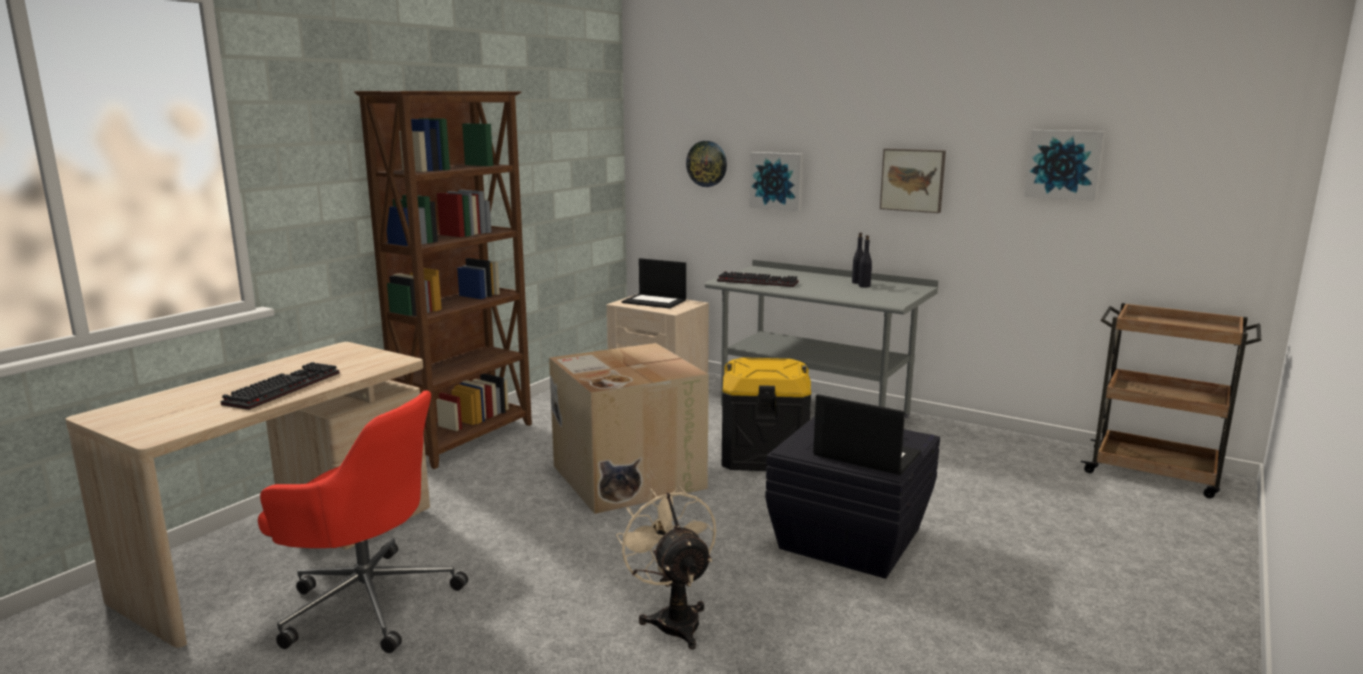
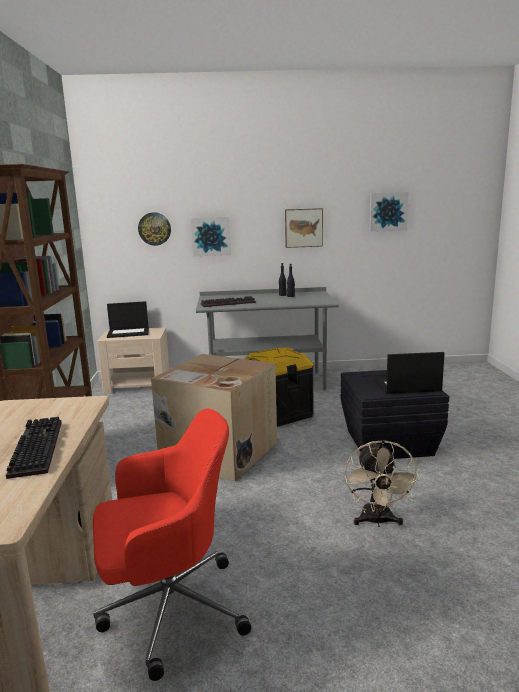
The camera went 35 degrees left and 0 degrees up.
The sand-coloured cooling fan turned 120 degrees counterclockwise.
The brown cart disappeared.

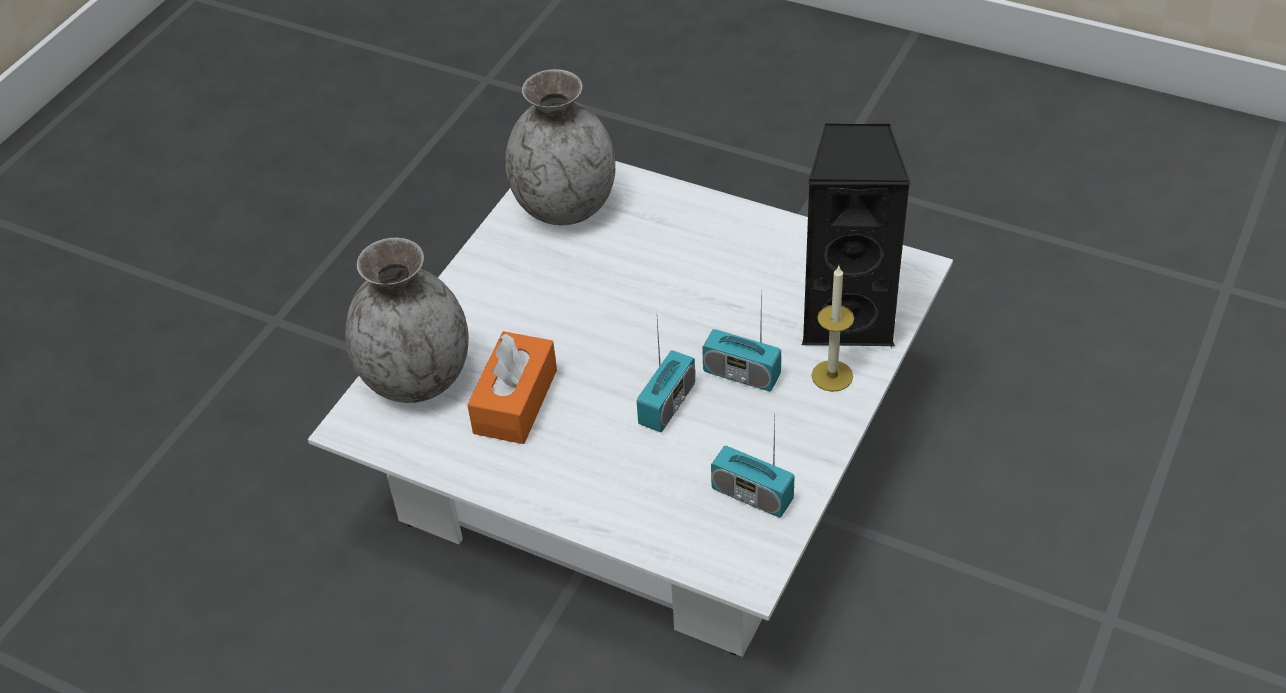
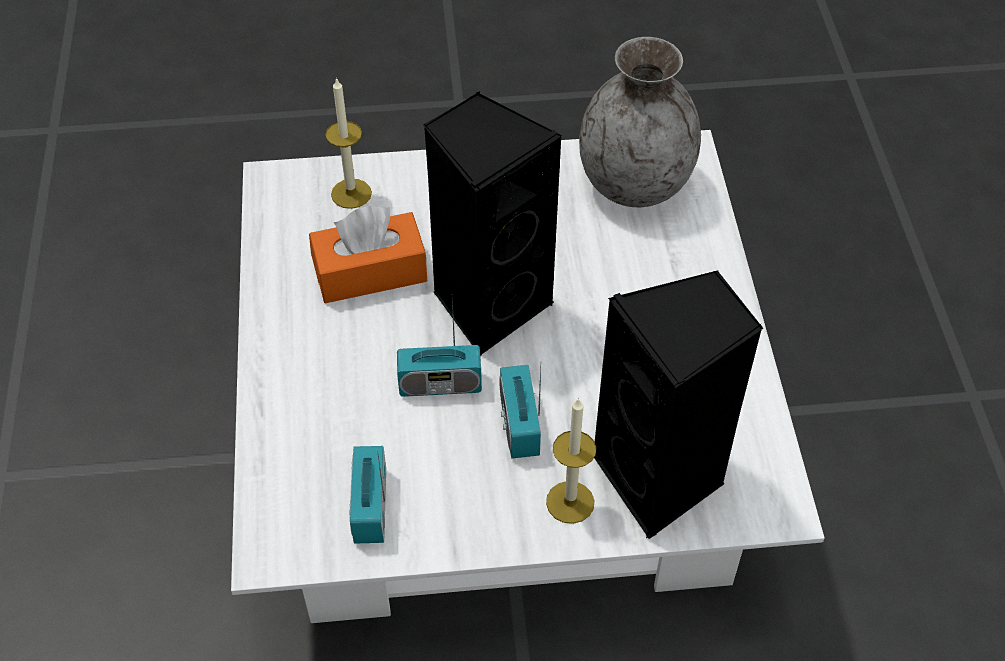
The camera went 55 degrees right and 5 degrees up.
The gray decorative vase (no. 1 from left) was replaced by the candle (no. 1 from left).
The blackish speaker (no. 1 from left) appeared.

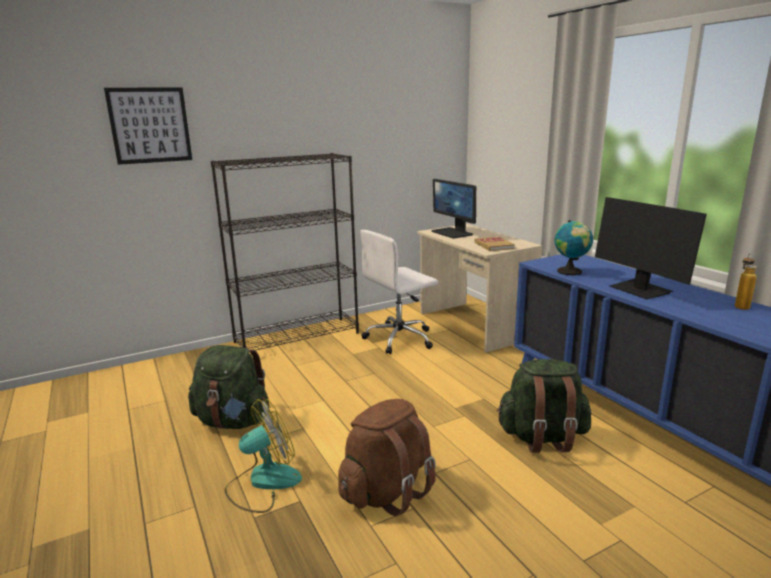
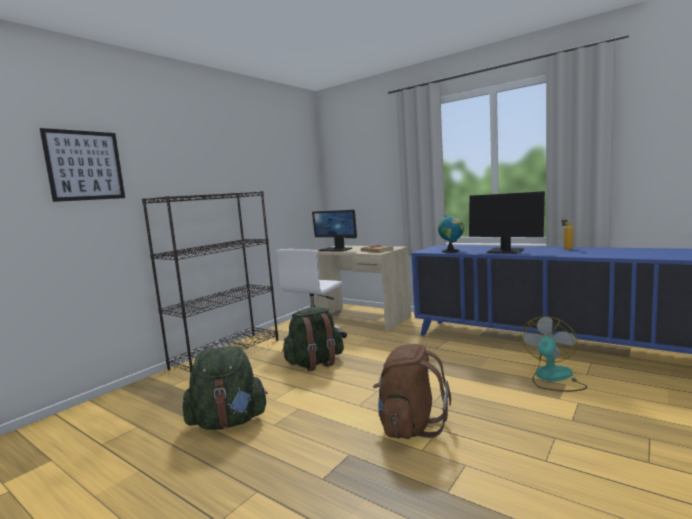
The camera went 25 degrees left and 10 degrees down.
The green-coloured rucksack (no. 2 from left) moved.
The cooling fan moved.

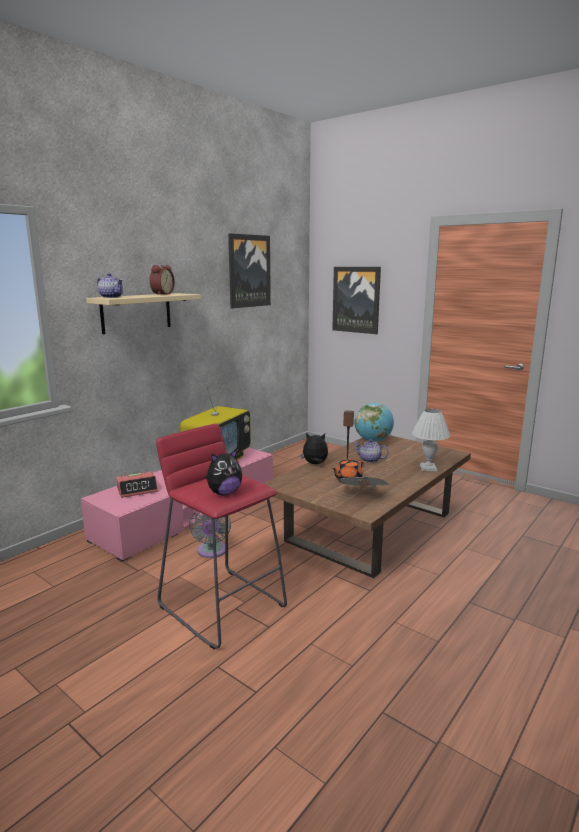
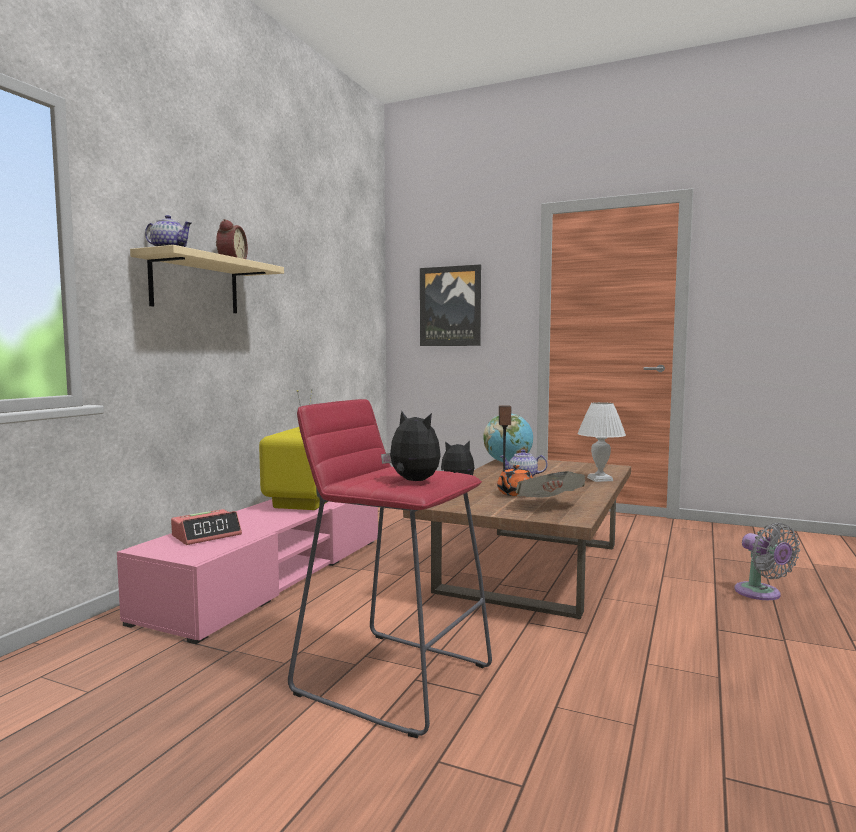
The camera went 15 degrees left and 10 degrees down.
The cuddly toy (no. 1 from left) turned 90 degrees counterclockwise.
The gray cooling fan moved.
The wall picture (no. 1 from left) disappeared.

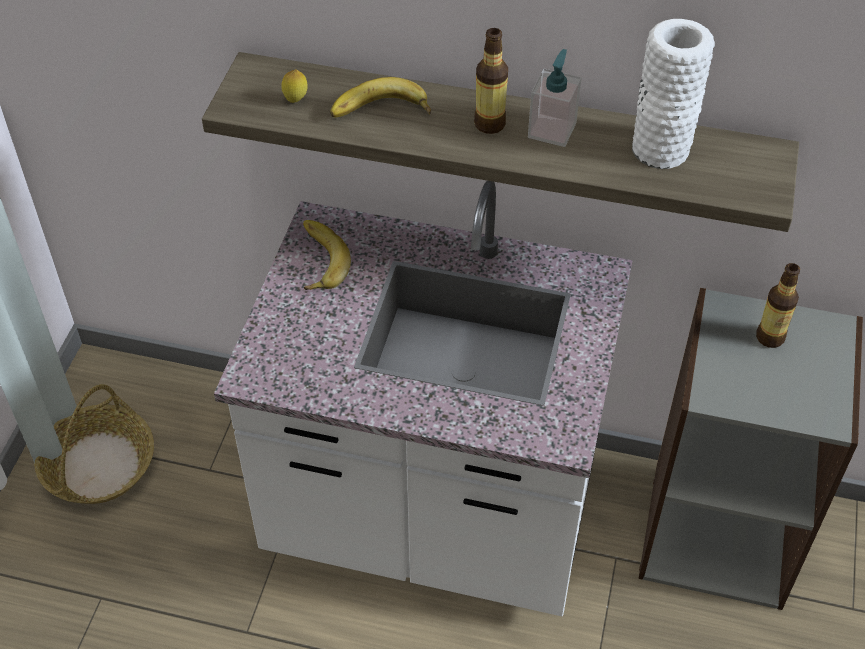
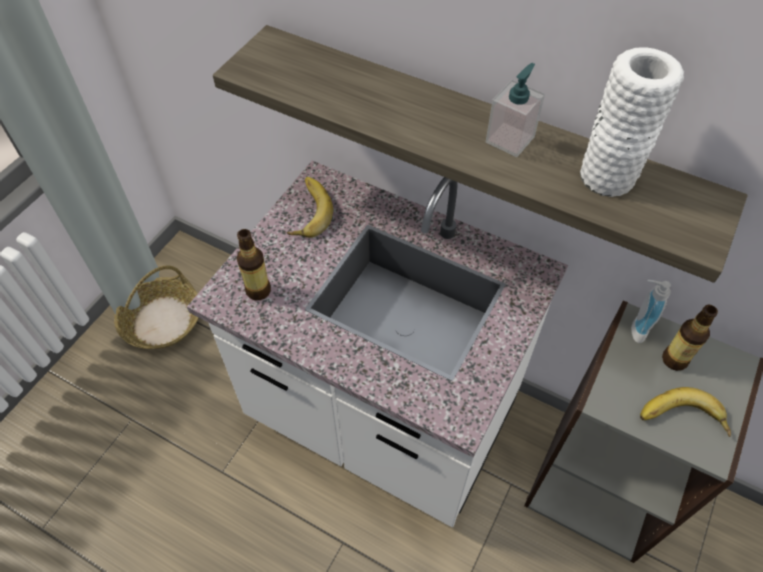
The camera went 15 degrees right and 5 degrees up.
The beverage bottle (no. 1 from left) moved.
The soap bottle (no. 2 from left) appeared.
The banana (no. 2 from left) moved.
The lemon disappeared.

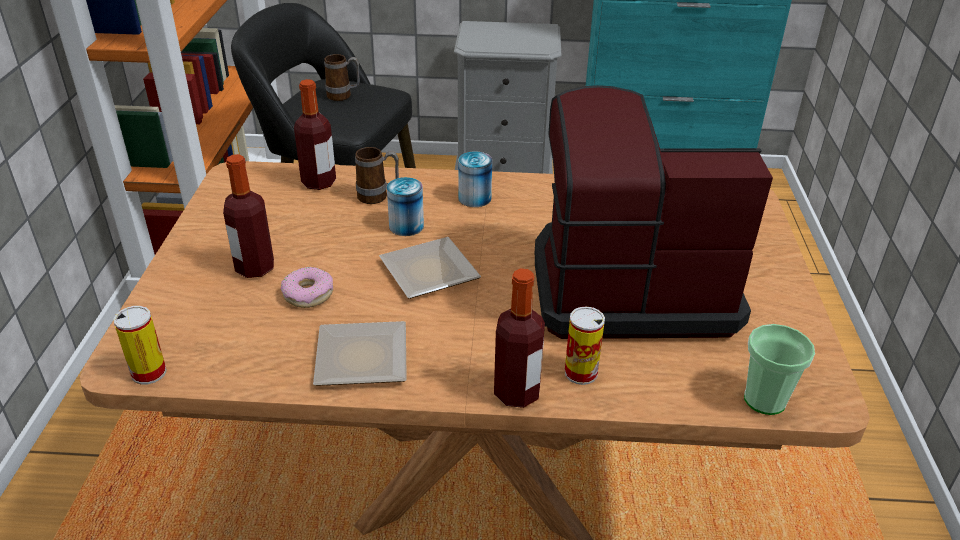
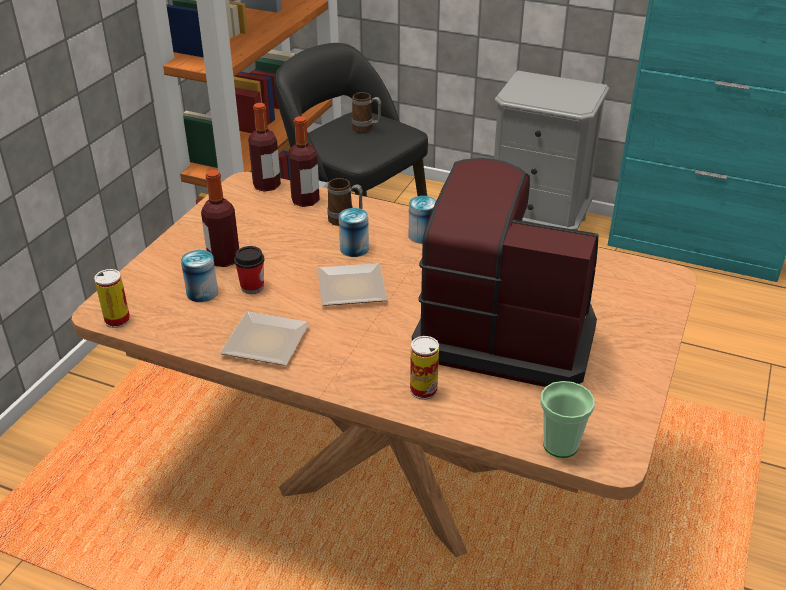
The camera went 20 degrees right and 0 degrees up.
The sealed can (no. 2 from left) appeared.
The doughnut was replaced by the small cup (no. 1 from left).
The beverage bottle (no. 3 from left in the first image) moved.

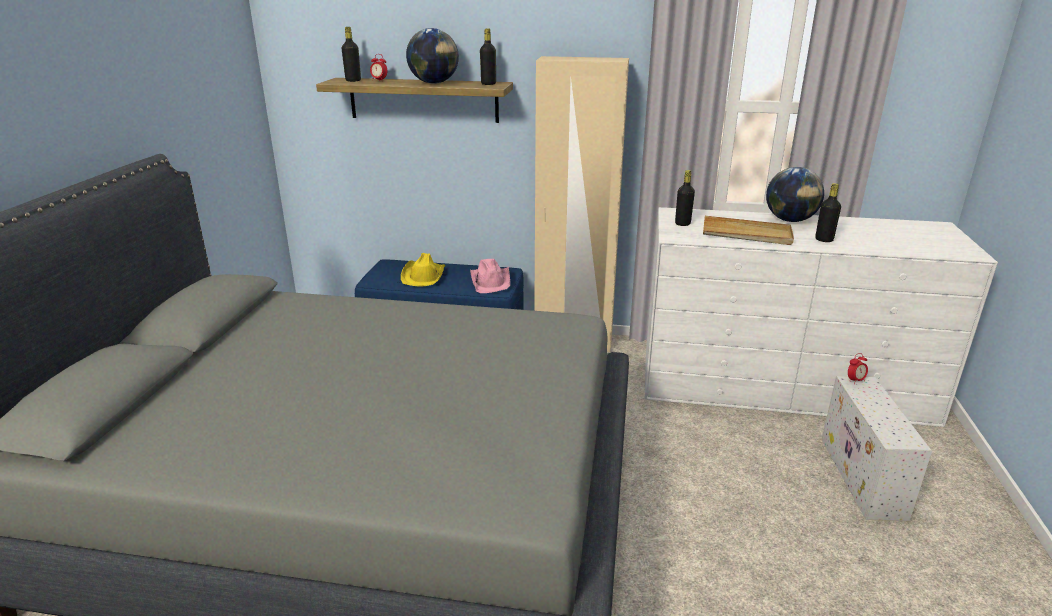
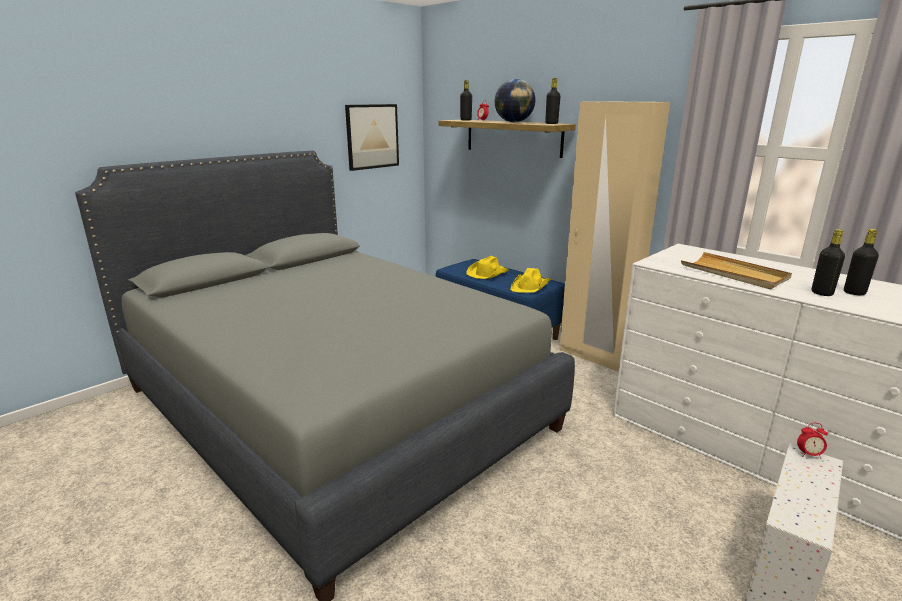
The camera went 35 degrees right and 5 degrees down.
The wall picture appeared.
The pink wearable hat became the yellowish wearable hat (no. 2 from left).
The blackish beverage bottle (no. 3 from left in the first image) moved.
The globe (no. 2 from left) disappeared.

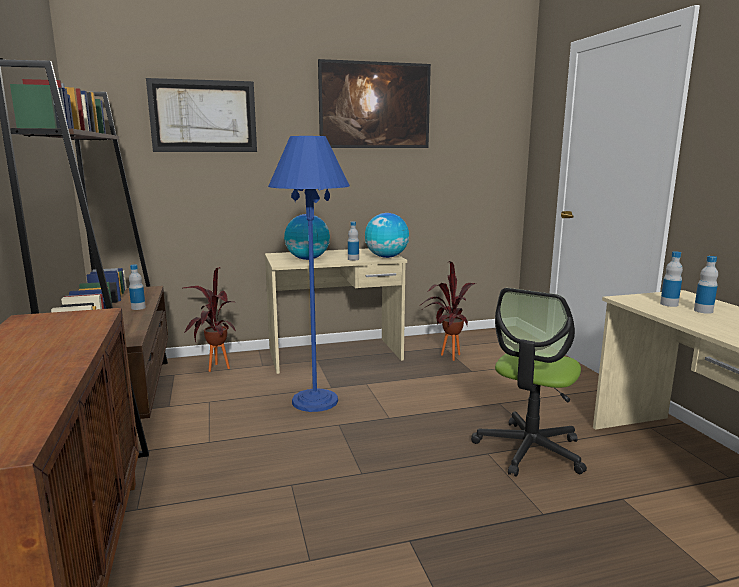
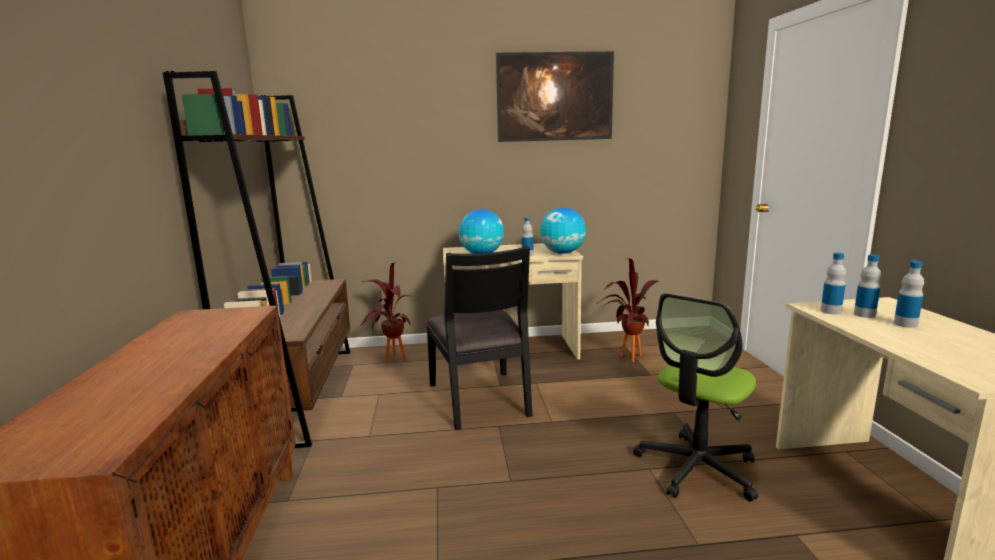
The camera went 10 degrees right and 0 degrees up.
The blue standard lamp was replaced by the blackish upright chair.
The beverage bottle (no. 1 from left in the first image) moved.
The wall picture (no. 1 from left) disappeared.

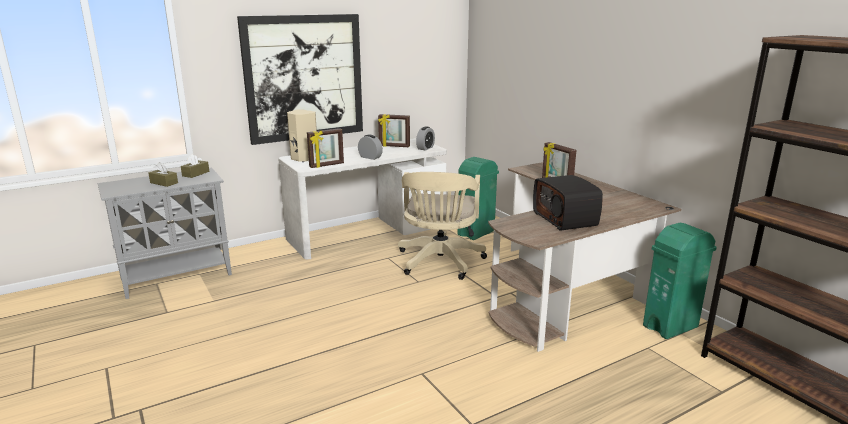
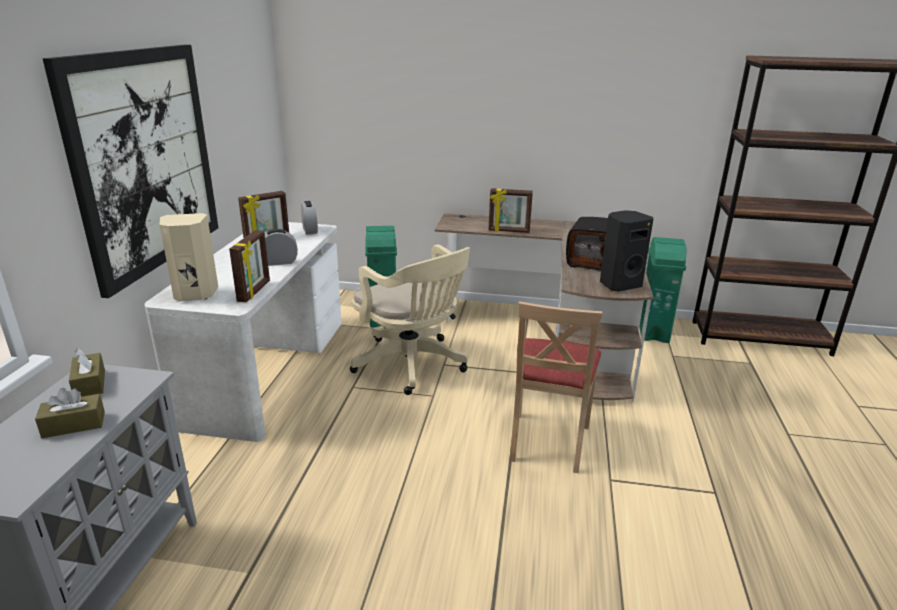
The camera went 50 degrees left and 5 degrees up.
The sand-coloured upright chair appeared.
The blackish speaker appeared.

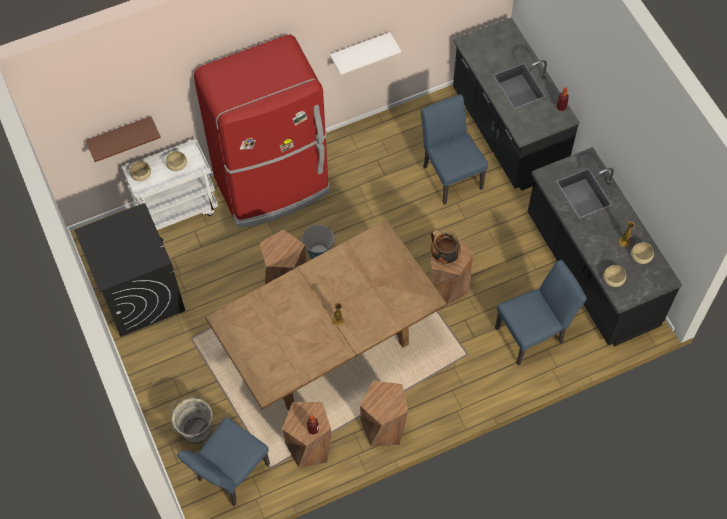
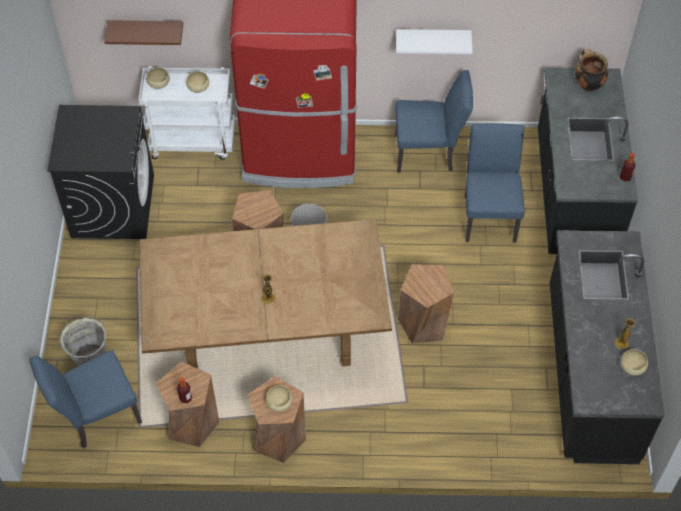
The camera went 25 degrees right and 5 degrees down.
The sand-coloured bowl (no. 3 from left) moved.
The blue upright chair (no. 3 from left in the first image) moved.
The saucepot moved.

